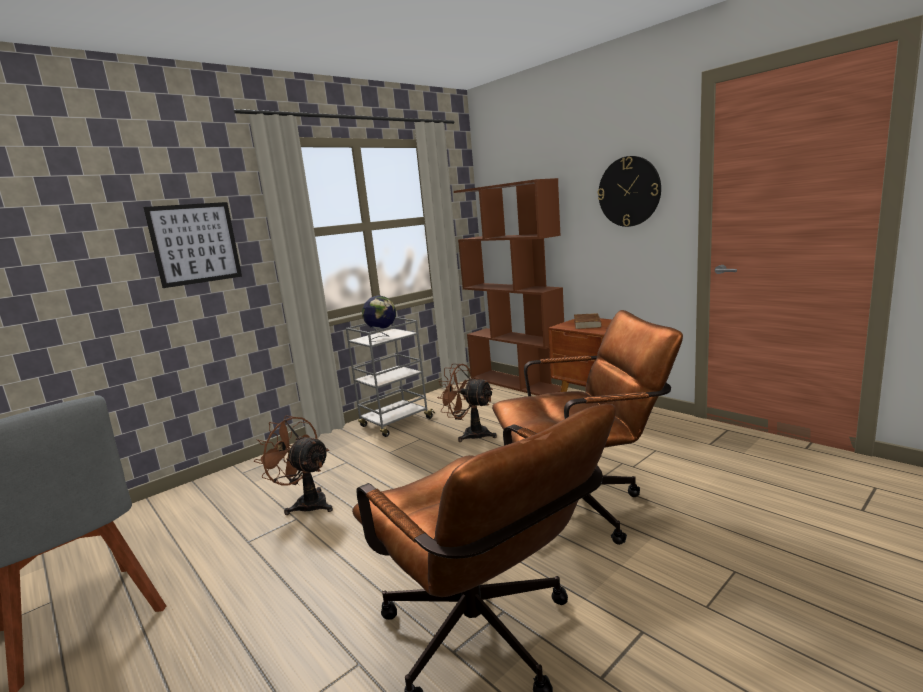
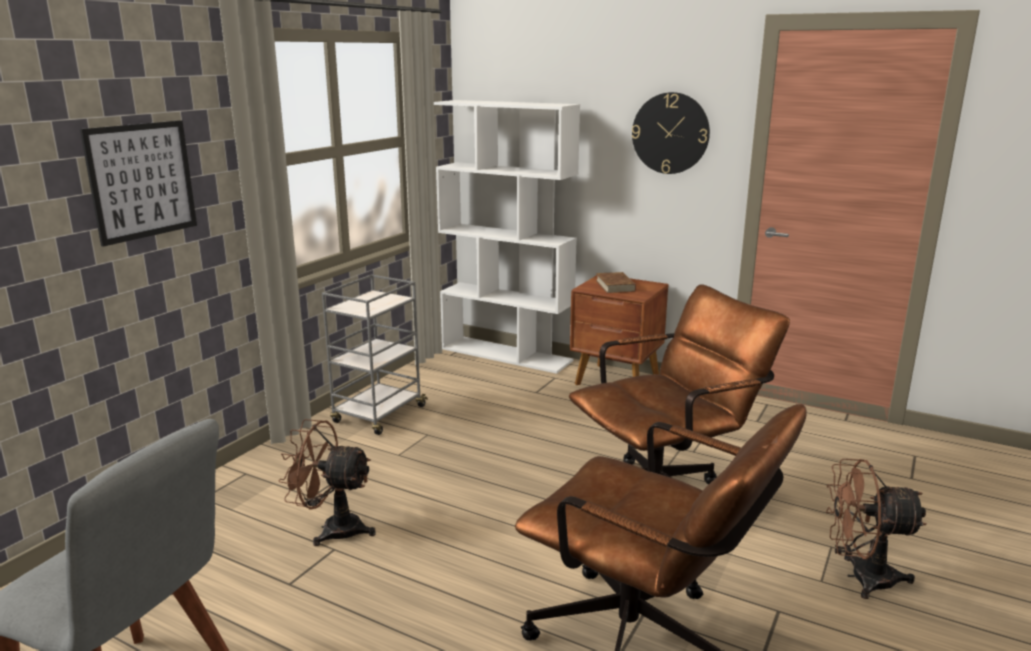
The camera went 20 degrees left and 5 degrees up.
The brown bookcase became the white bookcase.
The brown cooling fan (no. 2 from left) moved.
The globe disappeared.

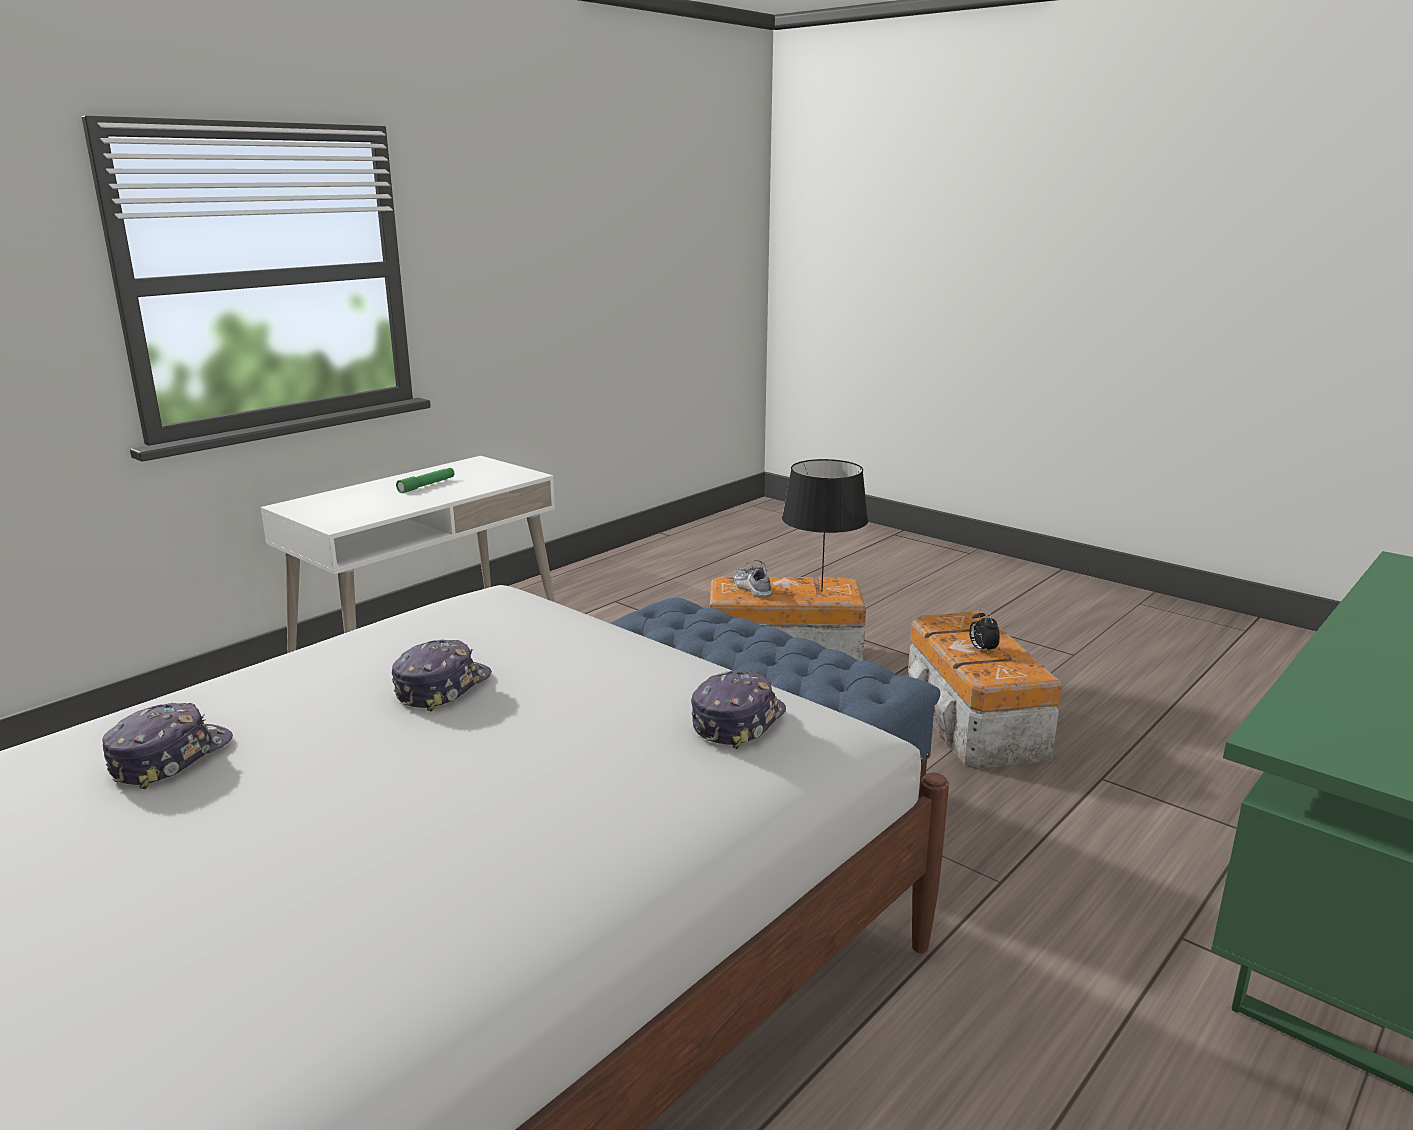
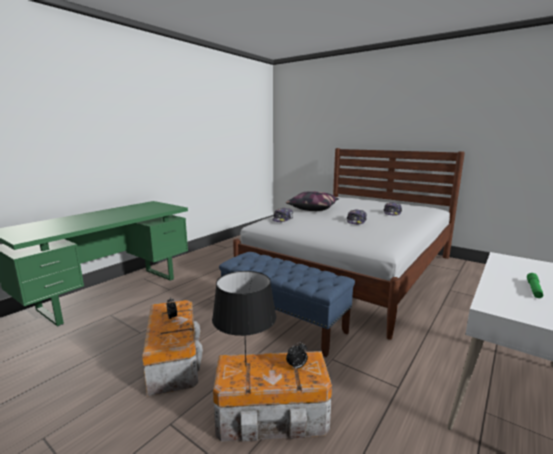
The camera went 175 degrees right and 5 degrees down.
The pillow appeared.
The low shoe was replaced by the alarm clock (no. 2 from left).

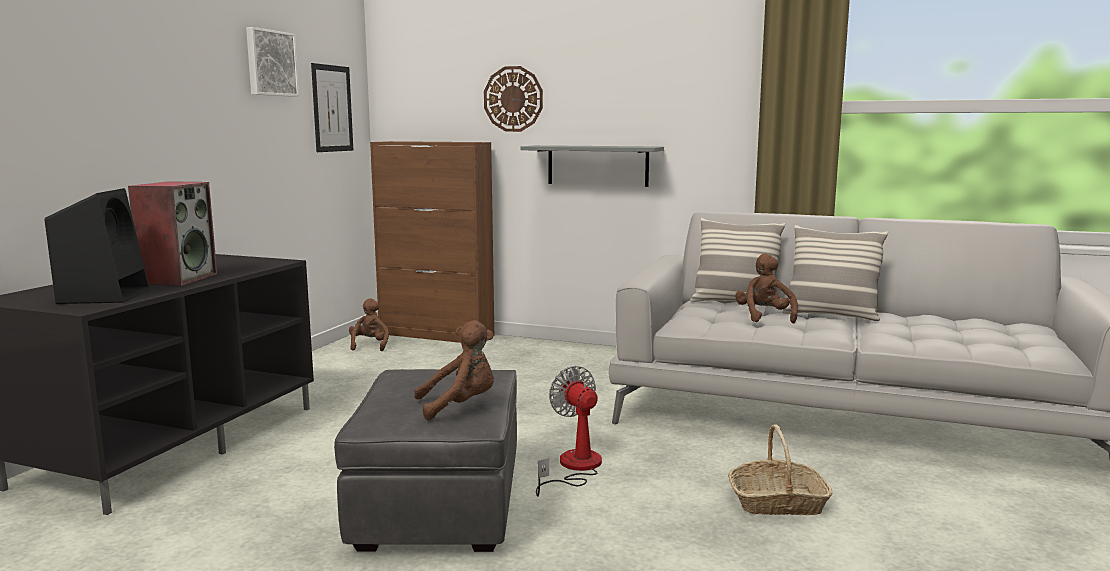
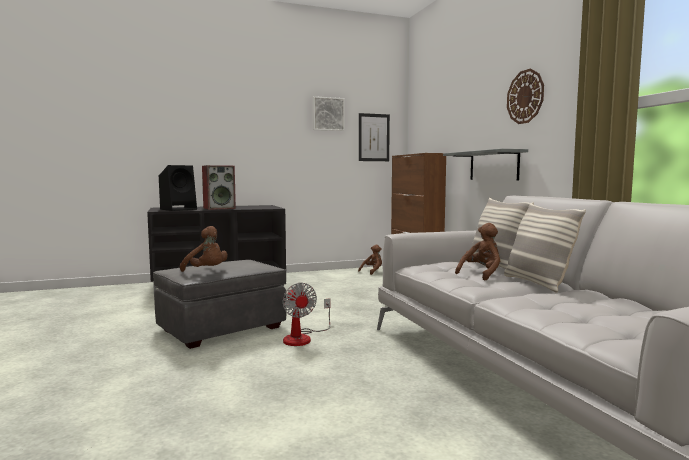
The camera went 50 degrees right and 5 degrees down.
The cooling fan turned 135 degrees clockwise.
The hanging clock moved.
The household basket disappeared.

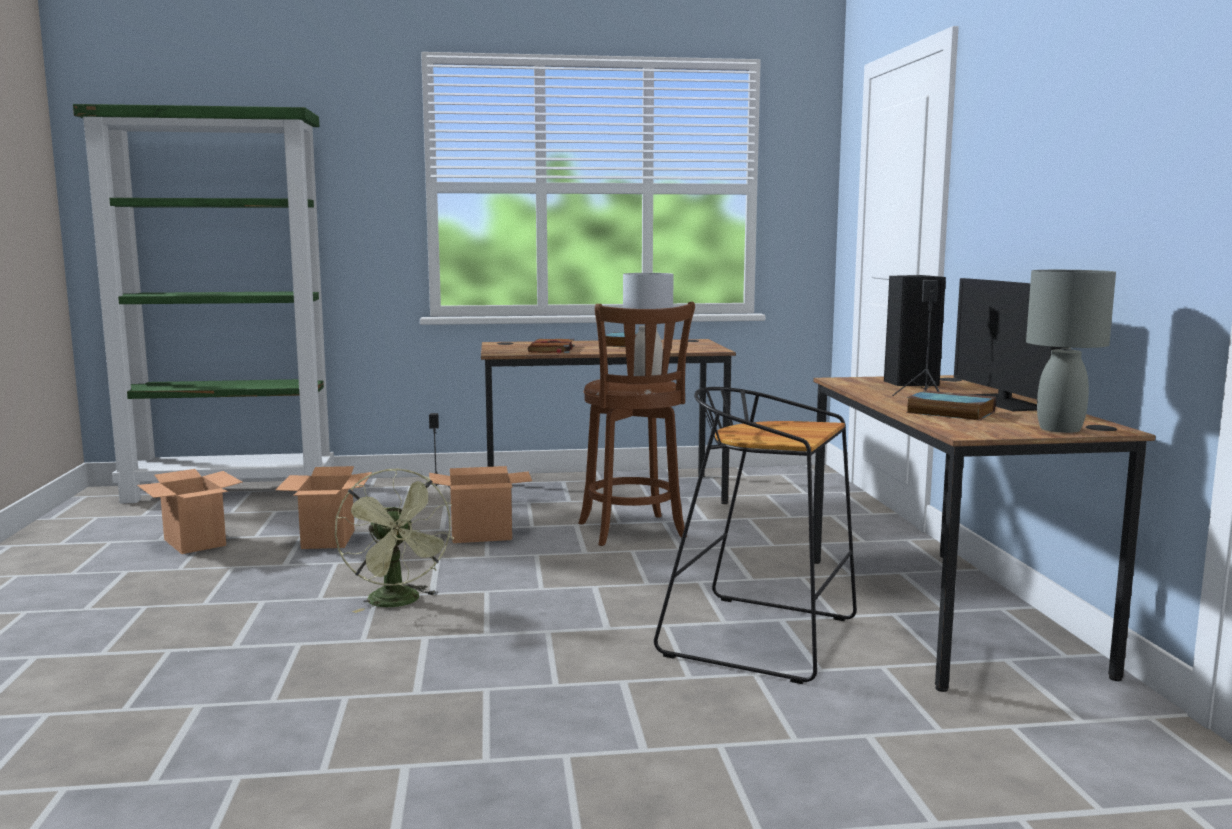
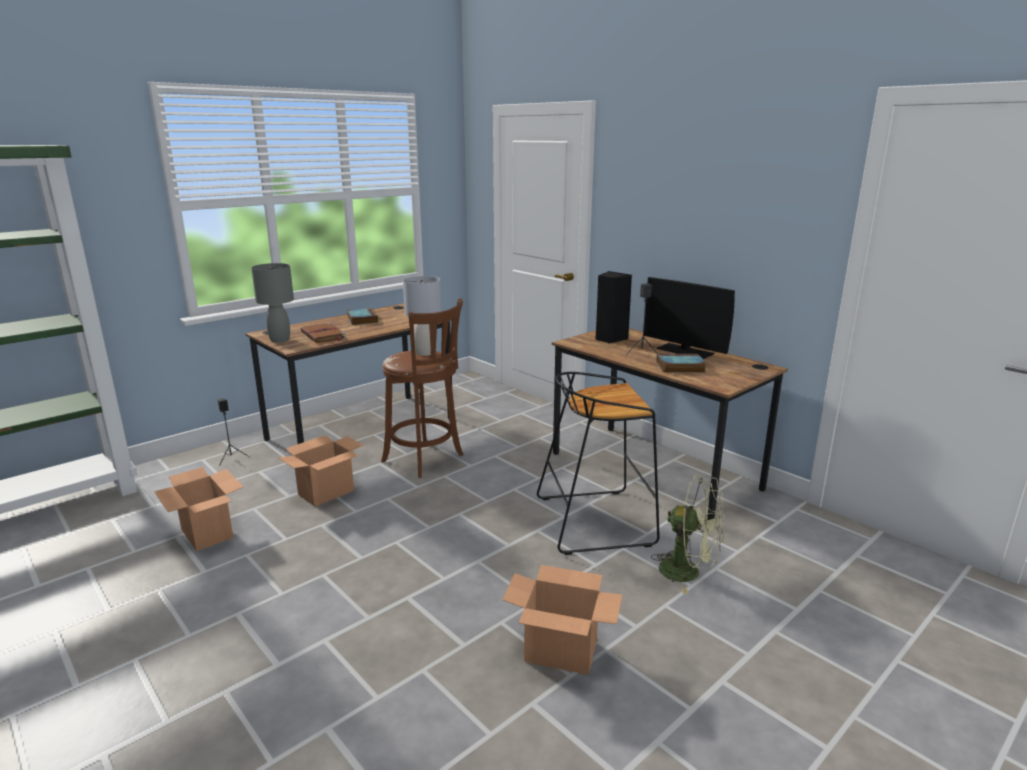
The camera went 35 degrees left and 10 degrees up.
The gray lamp for a table (no. 2 from left in the first image) moved.
The carton (no. 1 from left in the first image) moved.
The green-coloured cooling fan moved.

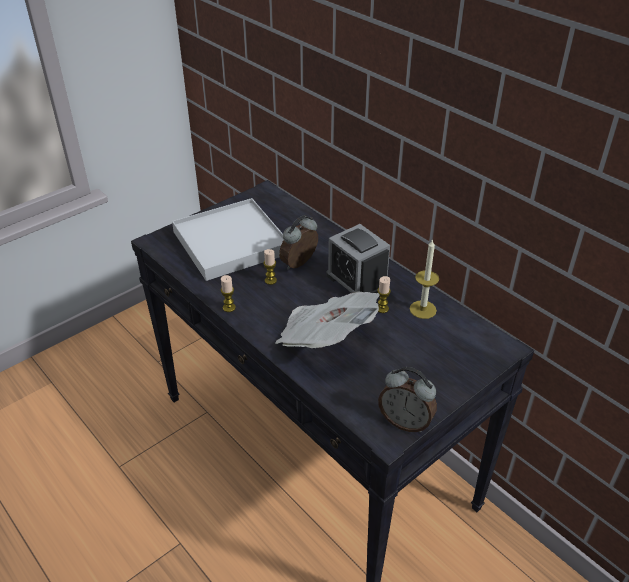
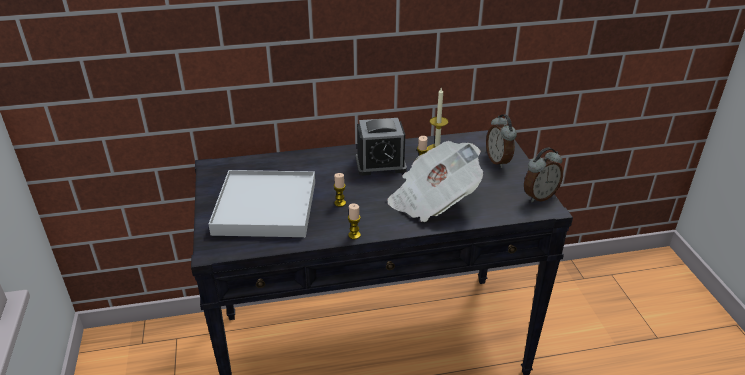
The camera went 60 degrees left and 5 degrees down.
The alarm clock (no. 1 from left in the first image) moved.

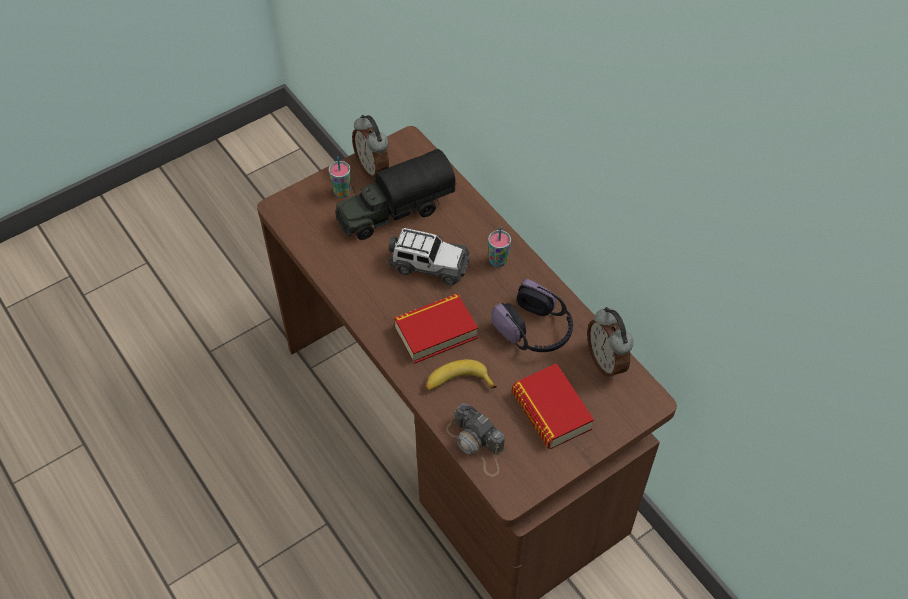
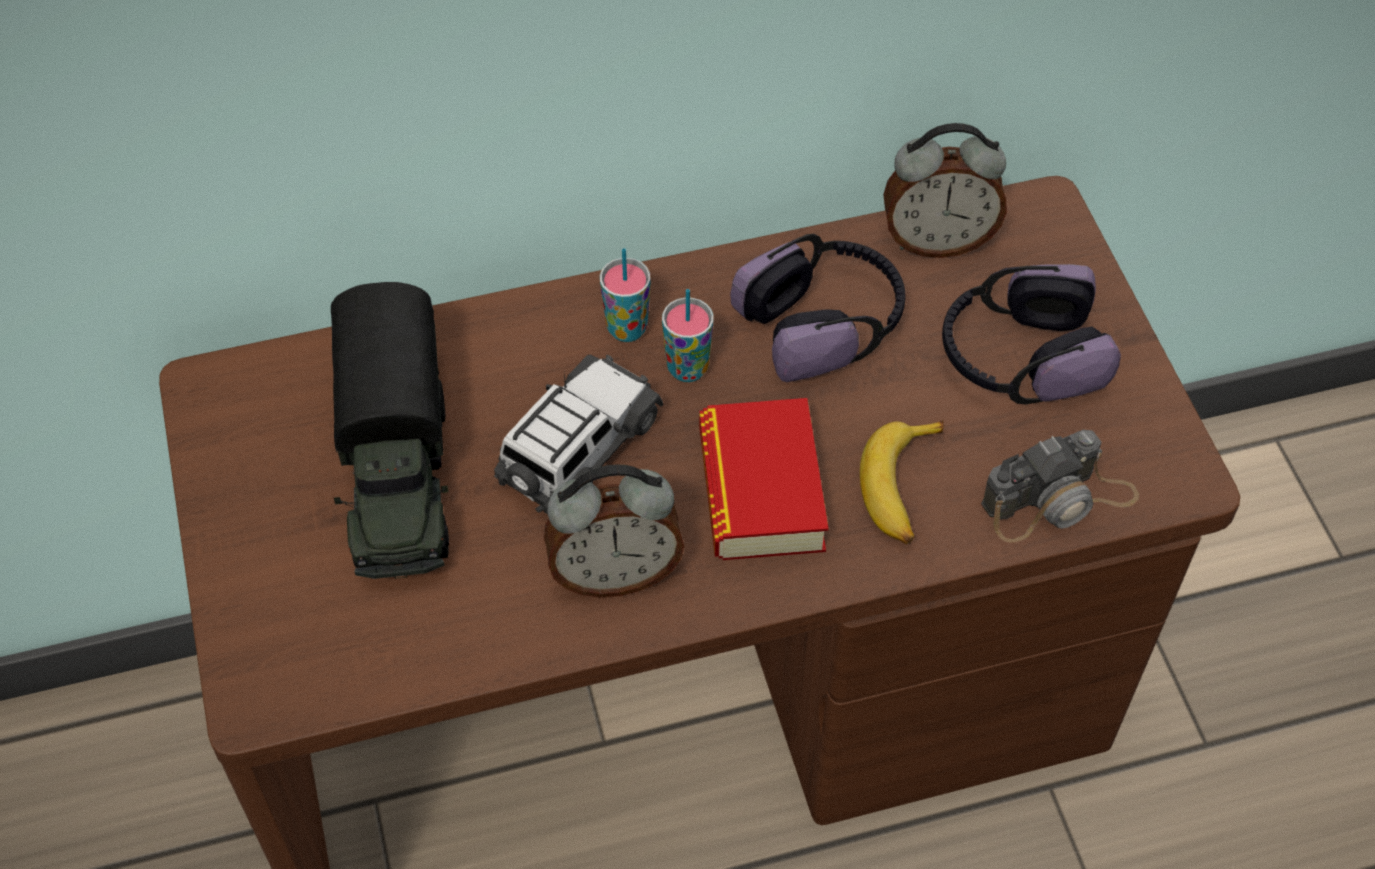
The camera went 70 degrees left and 0 degrees up.
The alarm clock (no. 1 from left) moved.
The small cup (no. 1 from left in the first image) moved.
The bound book (no. 2 from left) was replaced by the headphones (no. 2 from left).

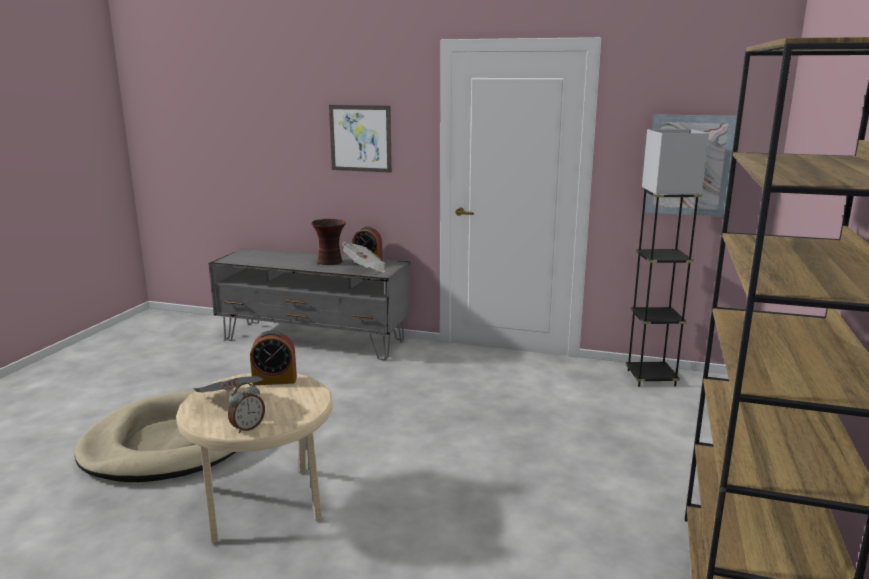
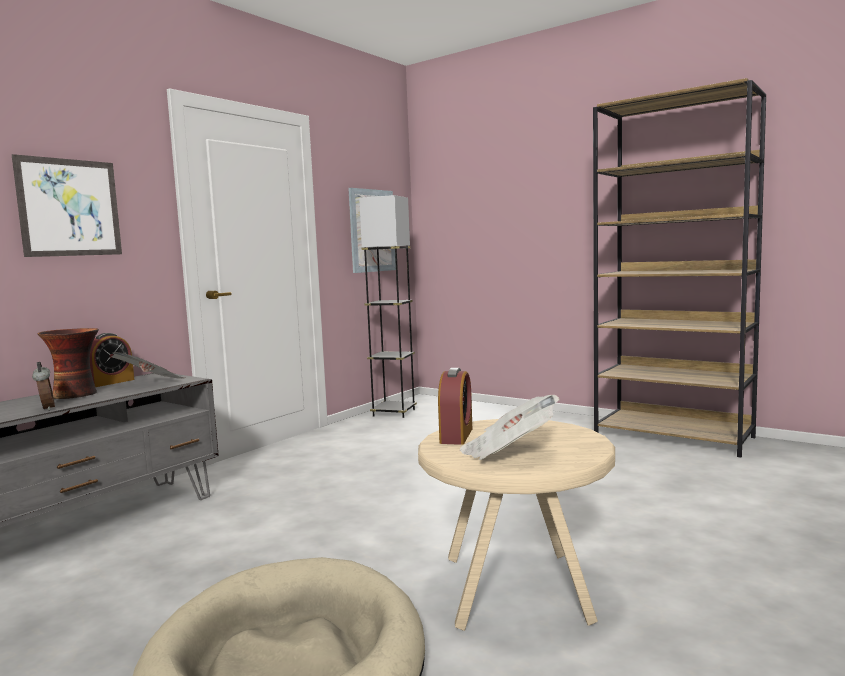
The camera went 70 degrees left and 10 degrees down.
The alarm clock (no. 1 from left) moved.

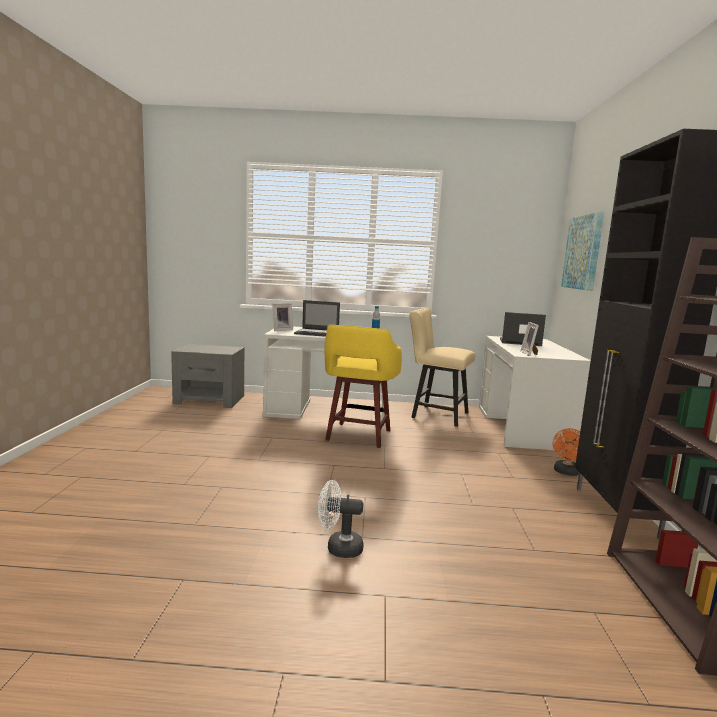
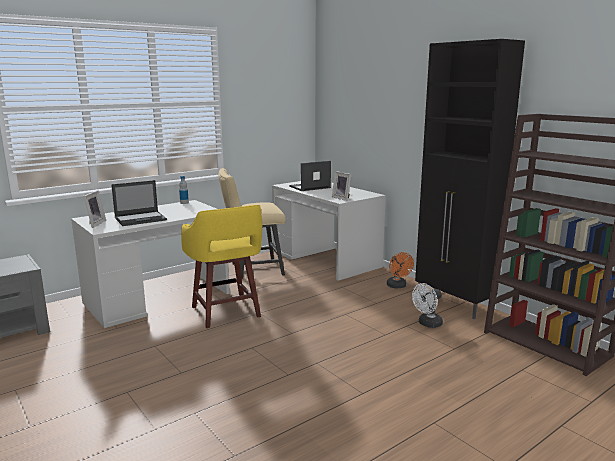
The camera went 40 degrees left and 5 degrees up.
The white cooling fan moved.
The wall picture disappeared.

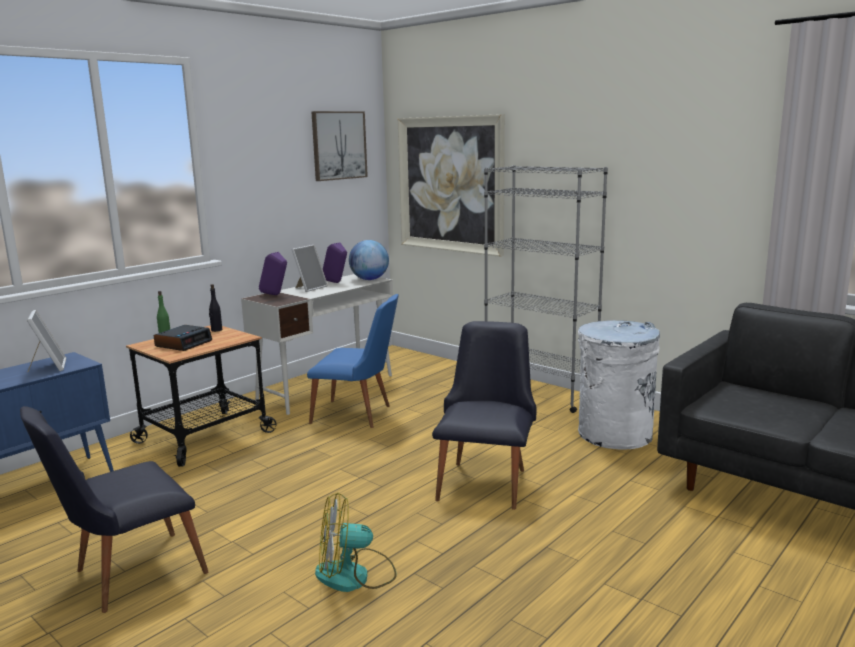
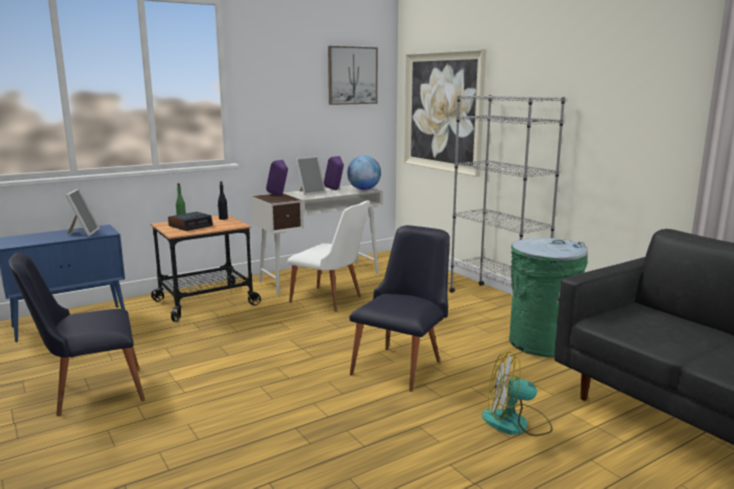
The camera went 15 degrees right and 0 degrees up.
The blue upright chair became the white upright chair.
The cooling fan moved.
The white waste bin became the green-coloured waste bin.

